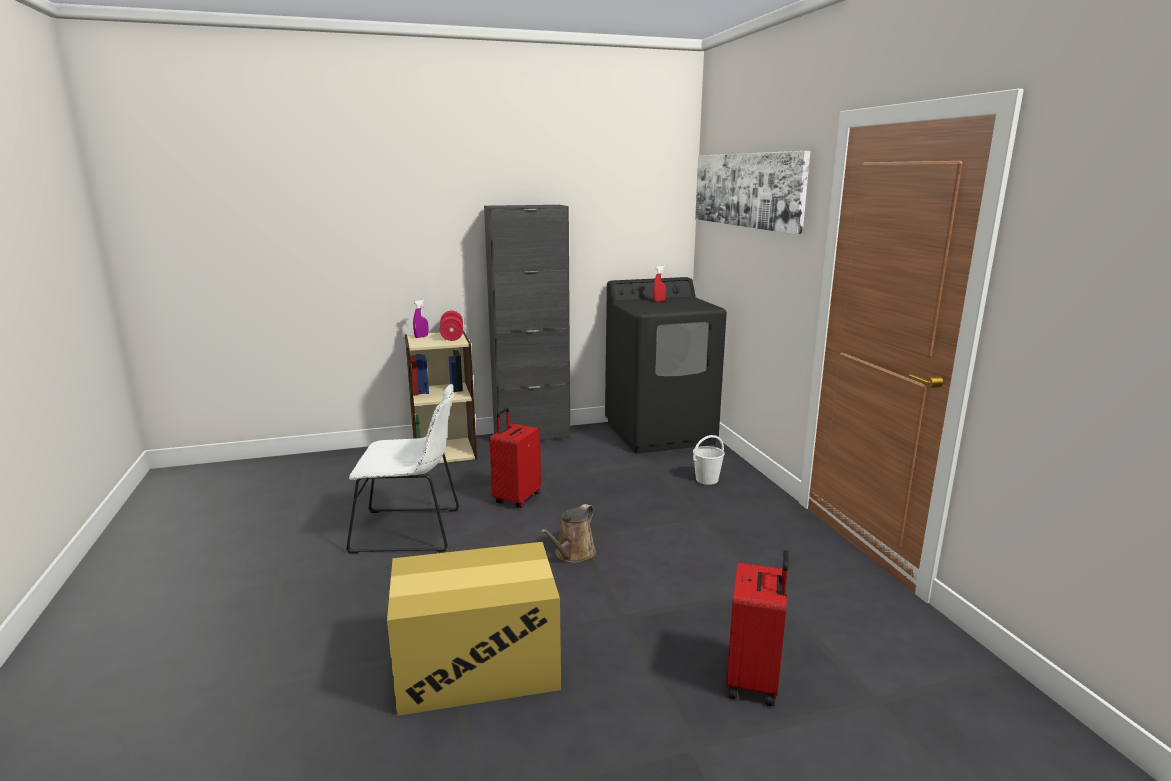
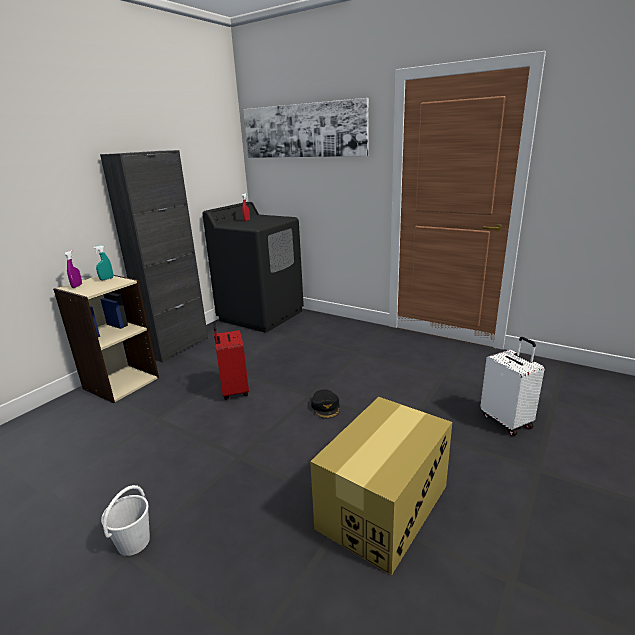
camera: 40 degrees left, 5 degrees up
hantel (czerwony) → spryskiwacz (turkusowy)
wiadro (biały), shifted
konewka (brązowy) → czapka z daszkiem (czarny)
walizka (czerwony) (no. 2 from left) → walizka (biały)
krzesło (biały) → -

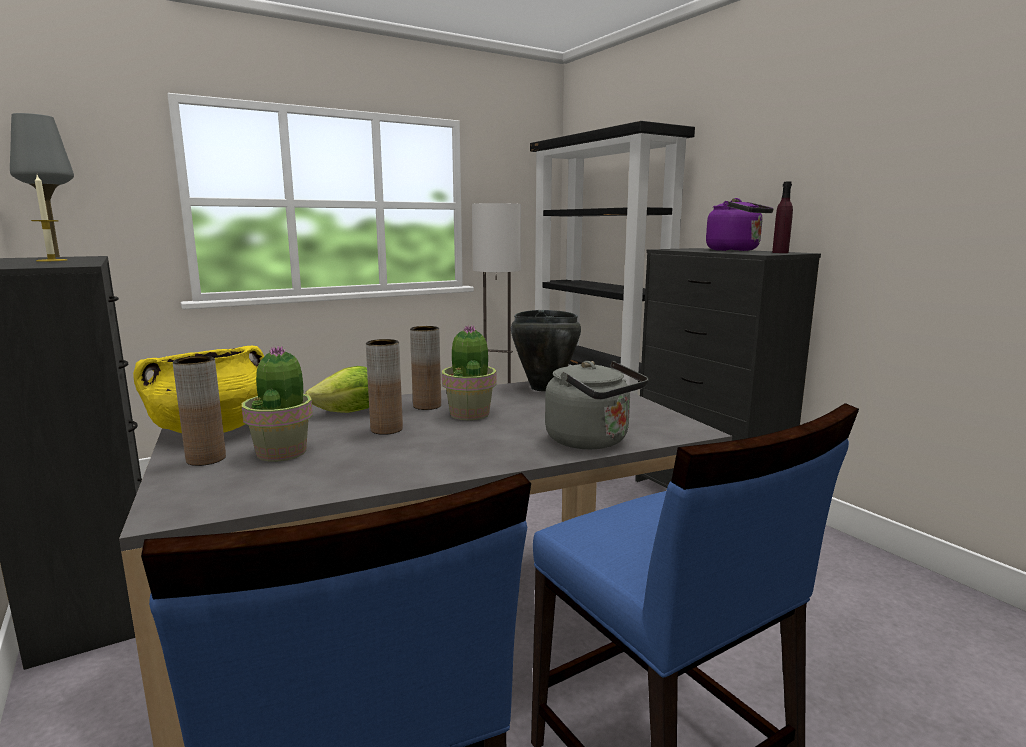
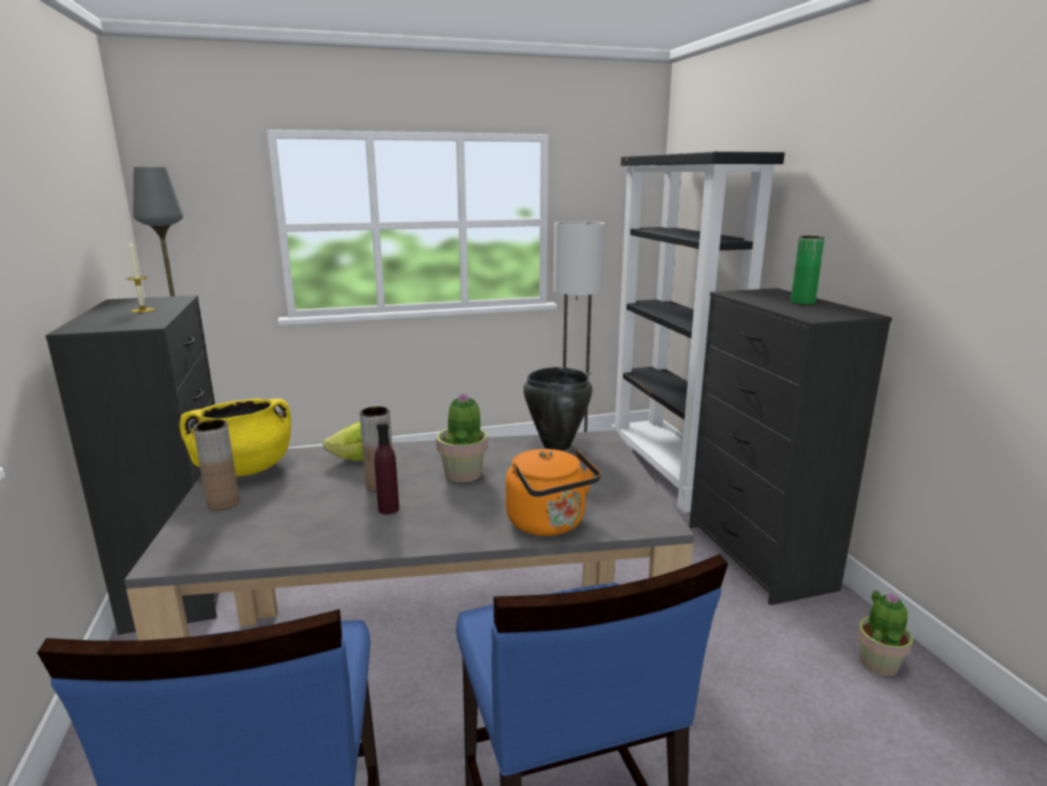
camera: 15 degrees right, 5 degrees up
butelka (fioletowy), shifted
czajnik (szary) → czajnik (pomarańczowy)
czajnik (fioletowy) → wazon (zielony)
roślina doniczkowa (no. 1 from left in the first image) → roślina doniczkowa (no. 2 from left), shifted
wazon (brązowy) (no. 3 from left) → -

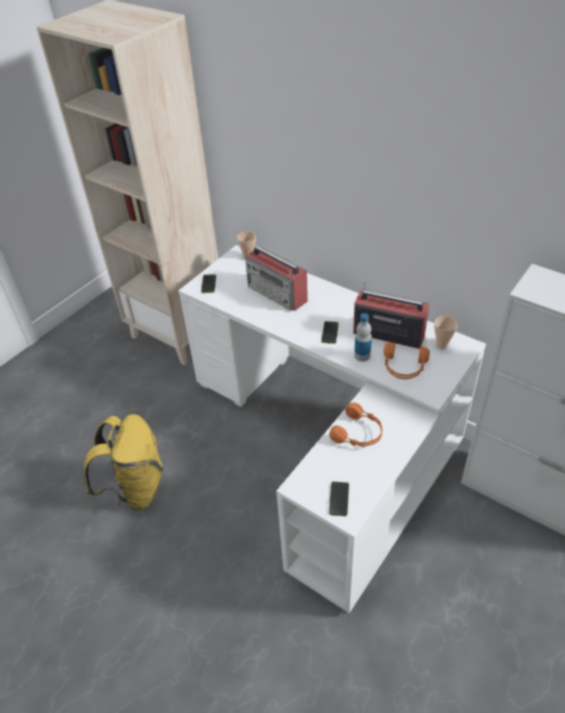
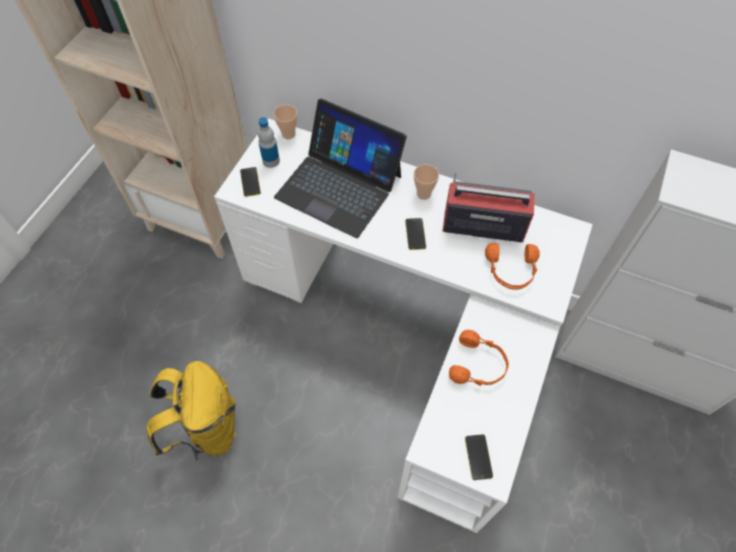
camera: 15 degrees left, 15 degrees up
butelka, shifted
radio (no. 1 from left) → laptop
filiżanka (no. 2 from left), shifted

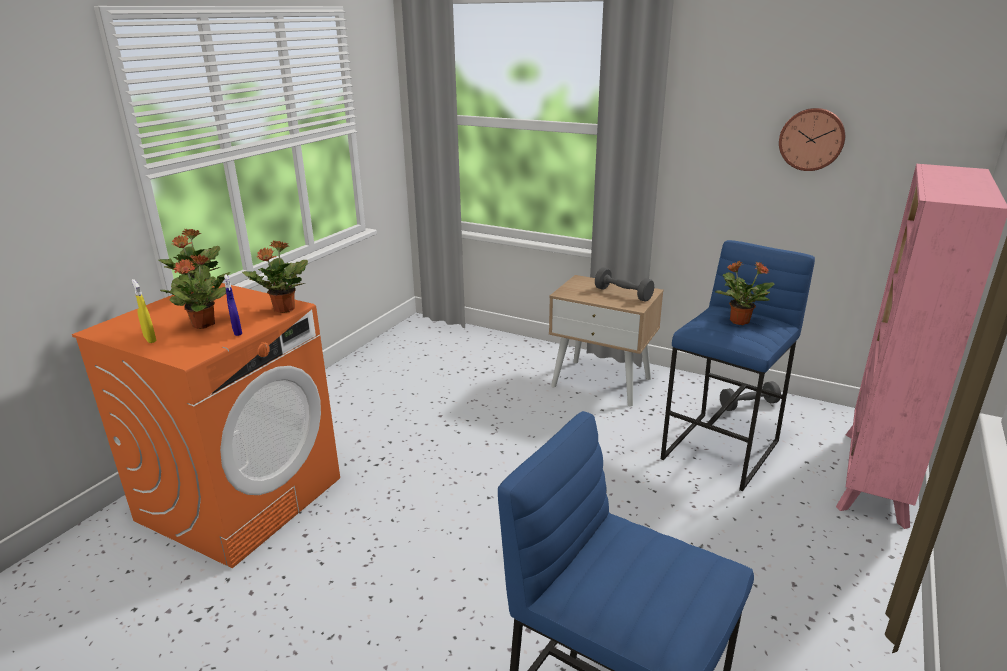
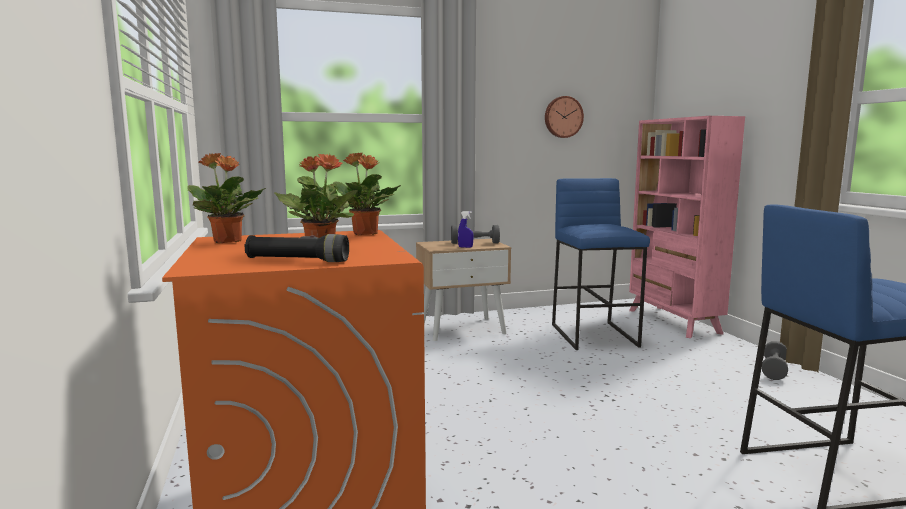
camera: 45 degrees left, 15 degrees down
spryskiwacz (żółty) → latarka (czarny)
spryskiwacz (niebieski), shifted
hantel (szary) (no. 2 from left), shifted
roślina doniczkowa (no. 4 from left) → -

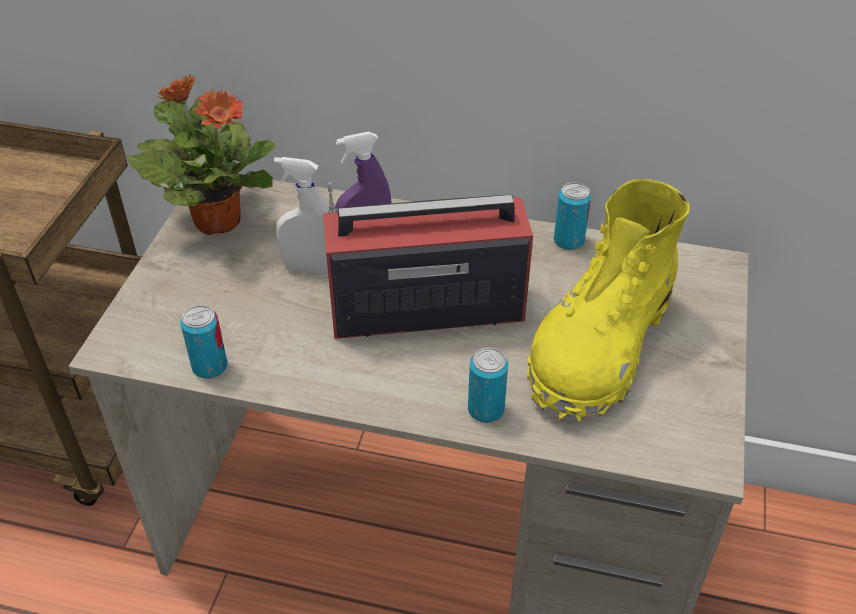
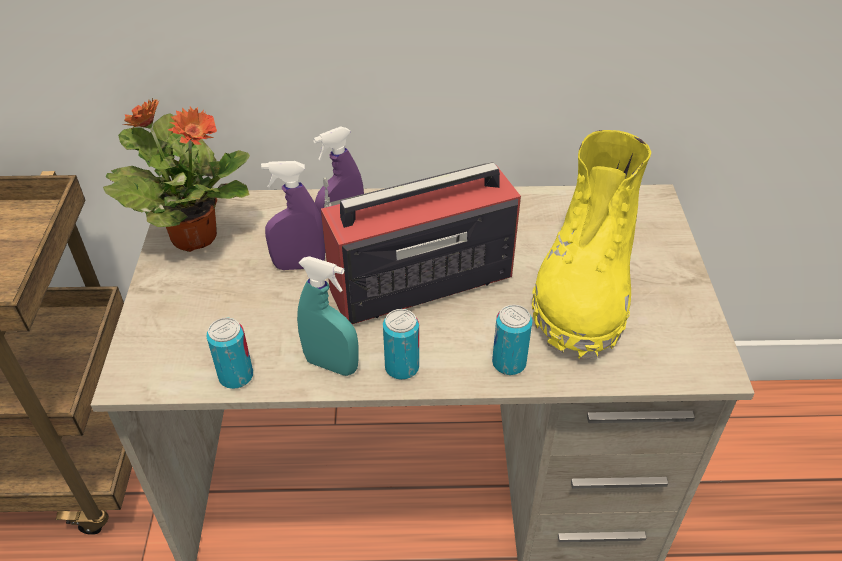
camera: 15 degrees left, 0 degrees up
spryskiwacz (biały) → spryskiwacz (fioletowy) (no. 1 from left)
- → spryskiwacz (turkusowy)
puszka (no. 3 from left in the first image) → puszka (no. 2 from left), shifted

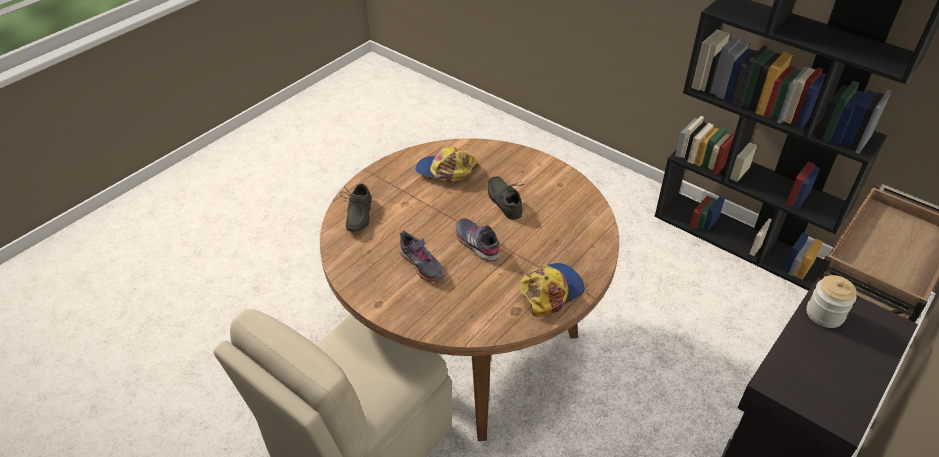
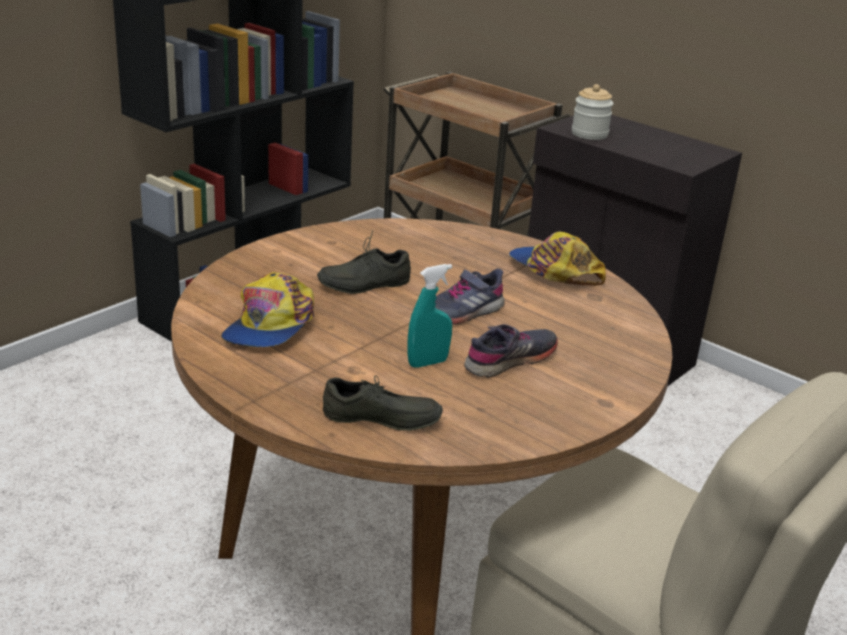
camera: 90 degrees left, 15 degrees down
- → spryskiwacz (turkusowy)

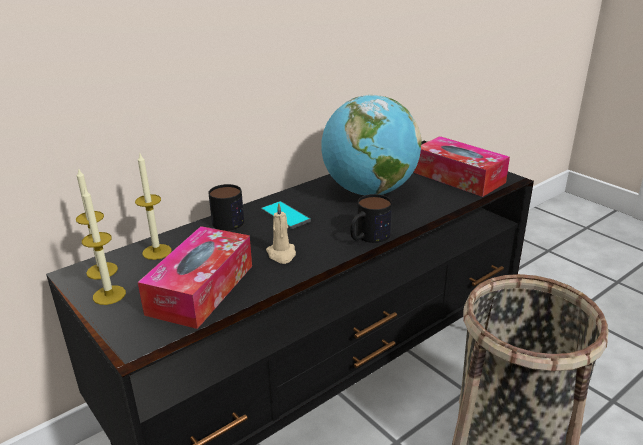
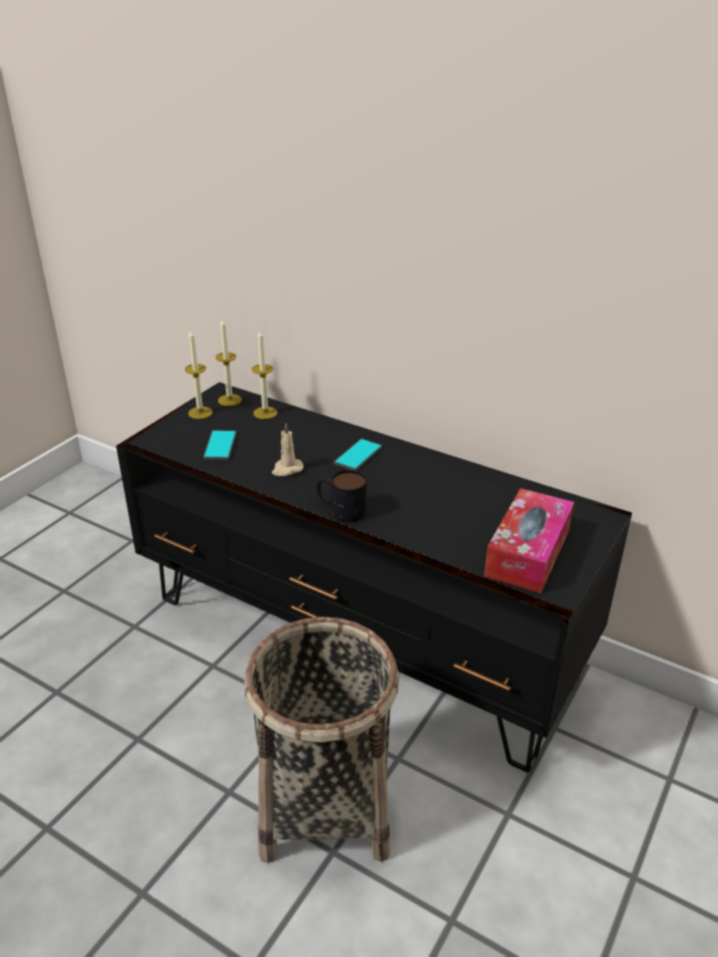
camera: 70 degrees right, 5 degrees up
pudełko chusteczek (no. 1 from left) → telefon (no. 1 from left)
kubek (no. 1 from left) → -
globus → -

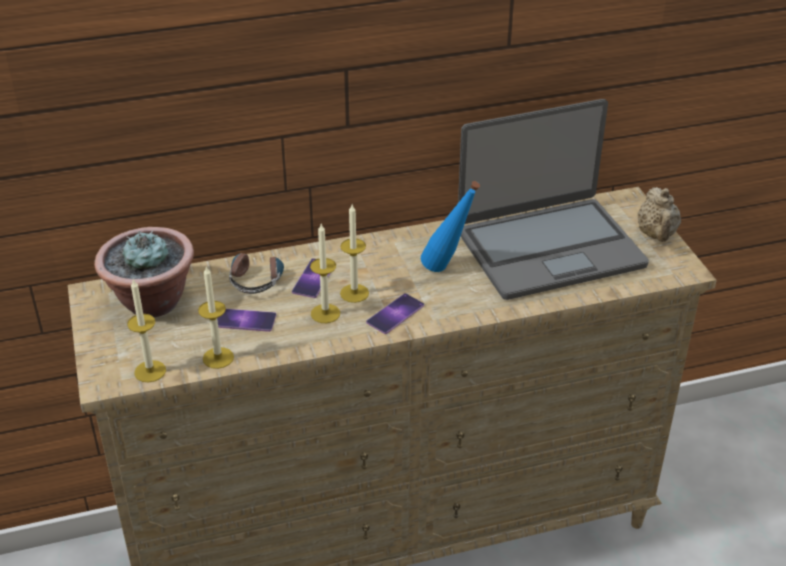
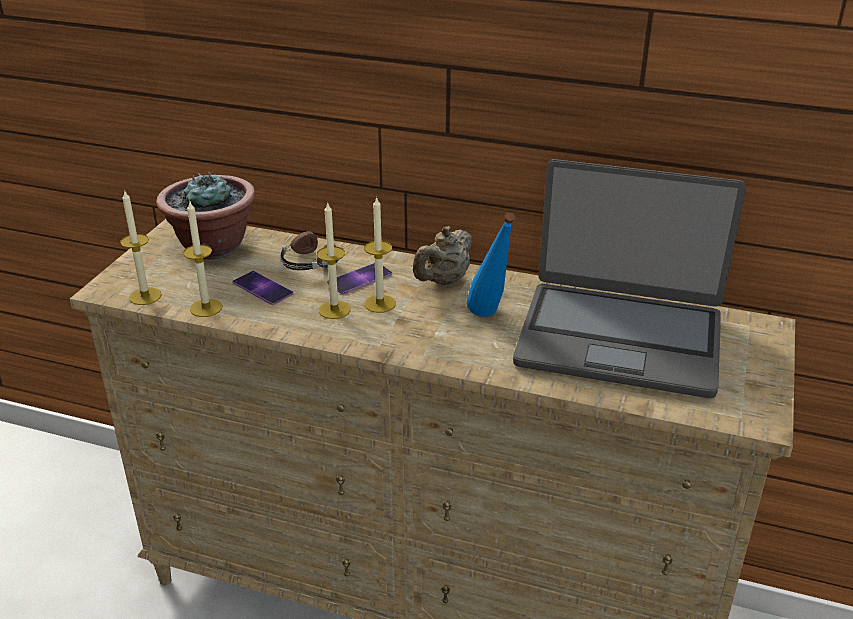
camera: 35 degrees right, 5 degrees down
imbryk (beżowy), shifted
telefon (no. 3 from left) → -

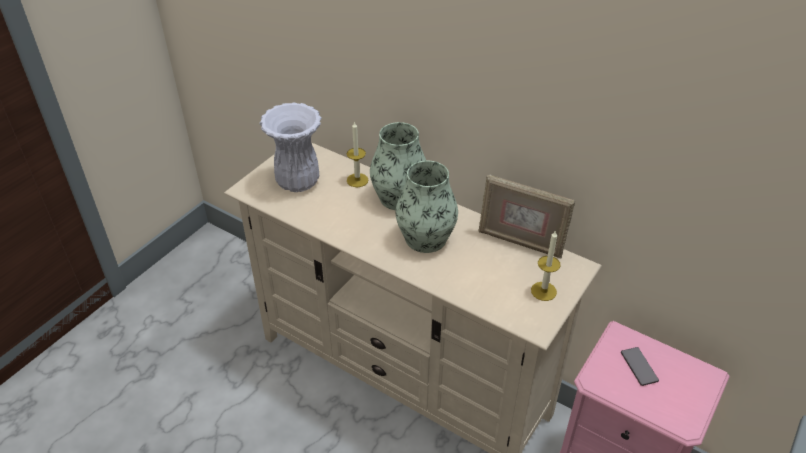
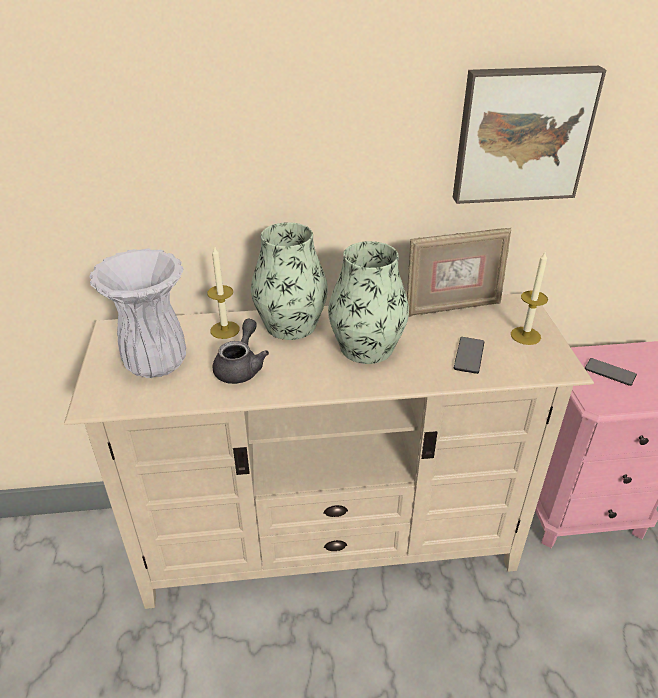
camera: 40 degrees left, 5 degrees down
- → imbryk (szary)
- → obraz
- → telefon (no. 1 from left)

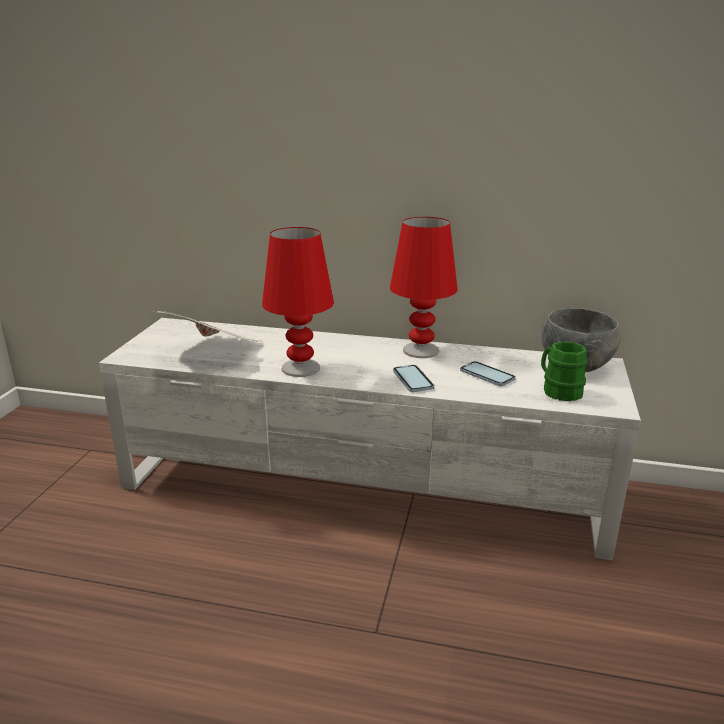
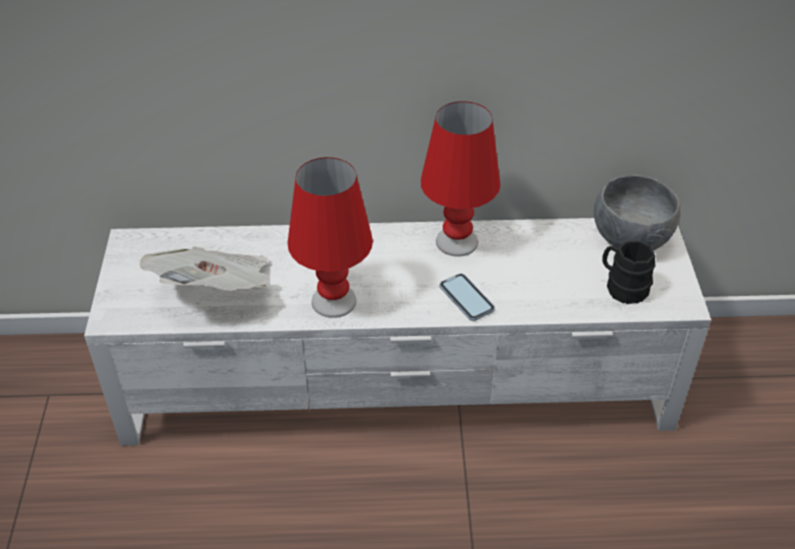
camera: 15 degrees left, 20 degrees up
kubek (zielony) → kubek (czarny)
telefon (no. 2 from left) → -

